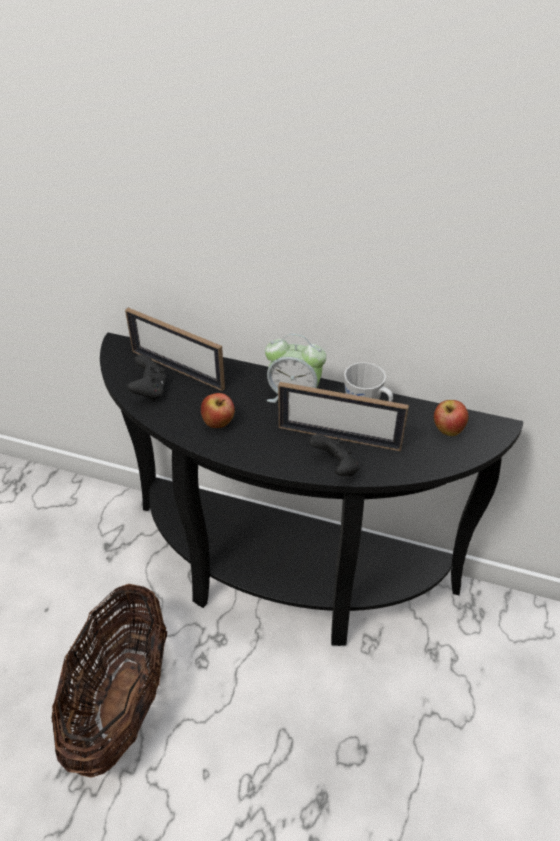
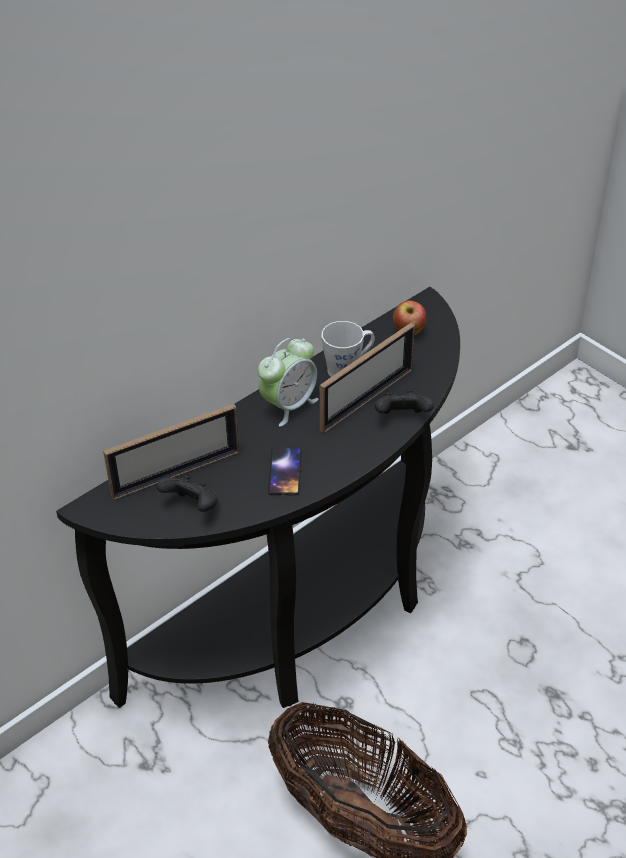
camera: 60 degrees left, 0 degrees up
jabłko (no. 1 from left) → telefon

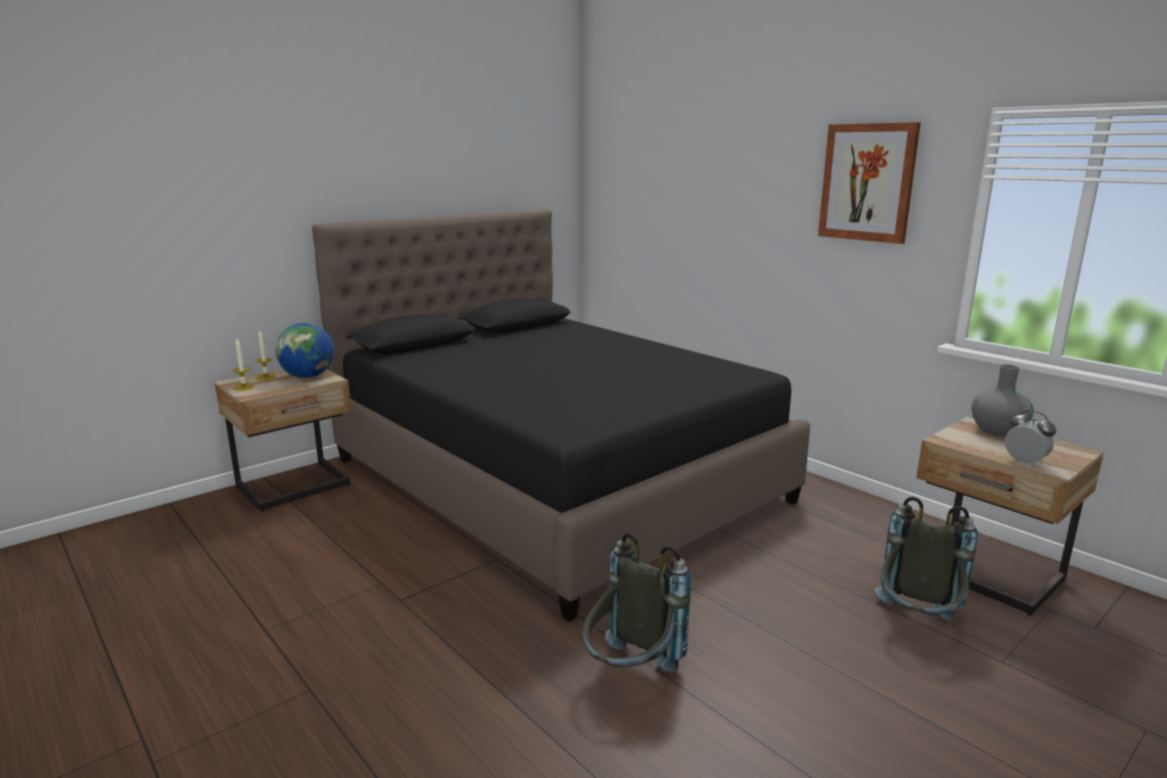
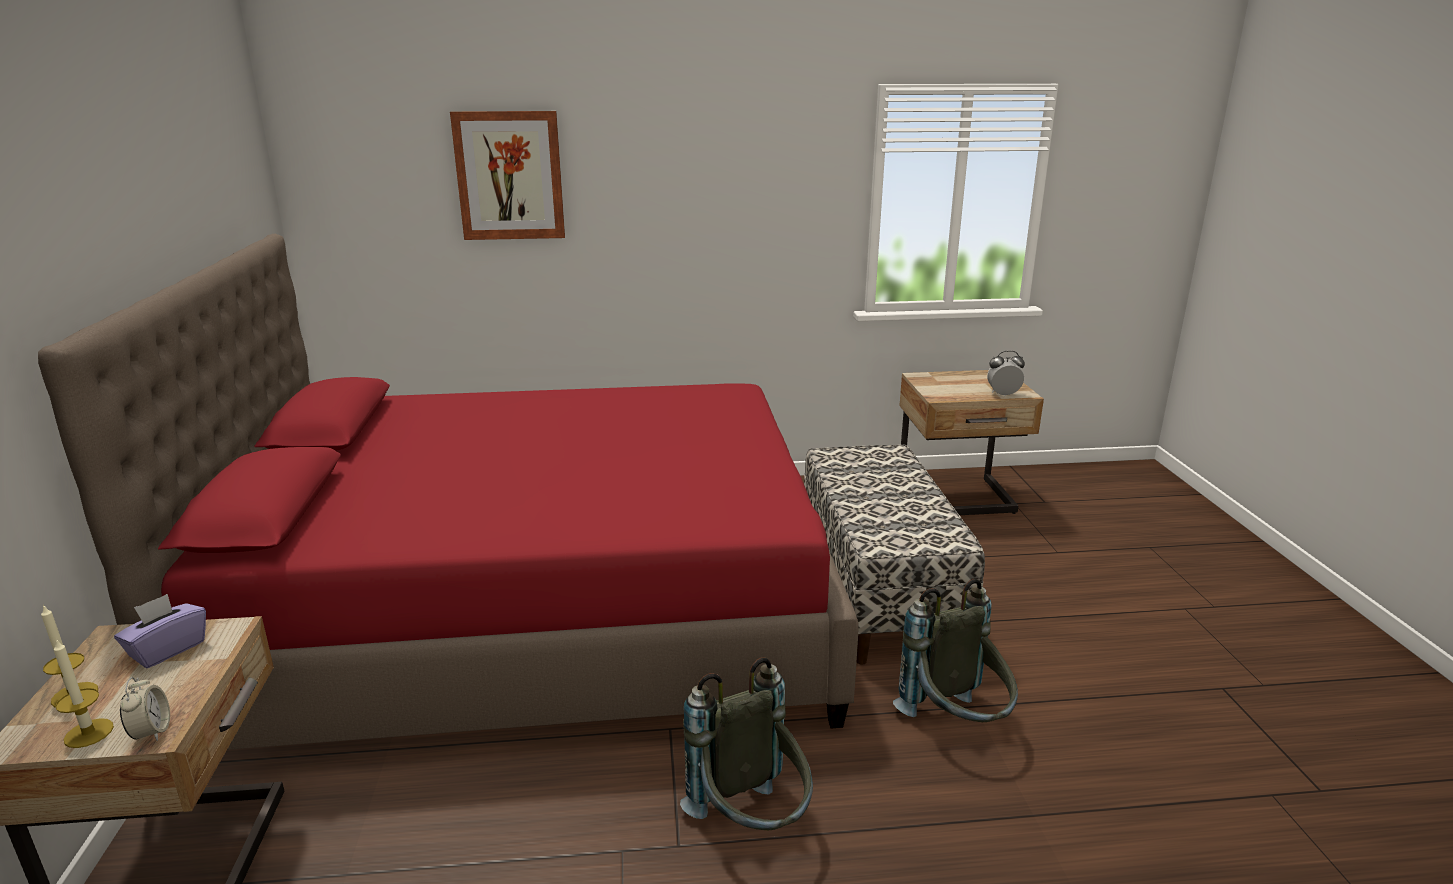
camera: 55 degrees left, 5 degrees up
łóżko (czarny) → łóżko (czerwony)
globus → pudełko chusteczek (fioletowy)
- → budzik (no. 1 from left)
obraz, shifted
plecak (szary) (no. 2 from left in the first image) → plecak (szary) (no. 1 from left), shifted
- → ławka
wazon (szary) → -

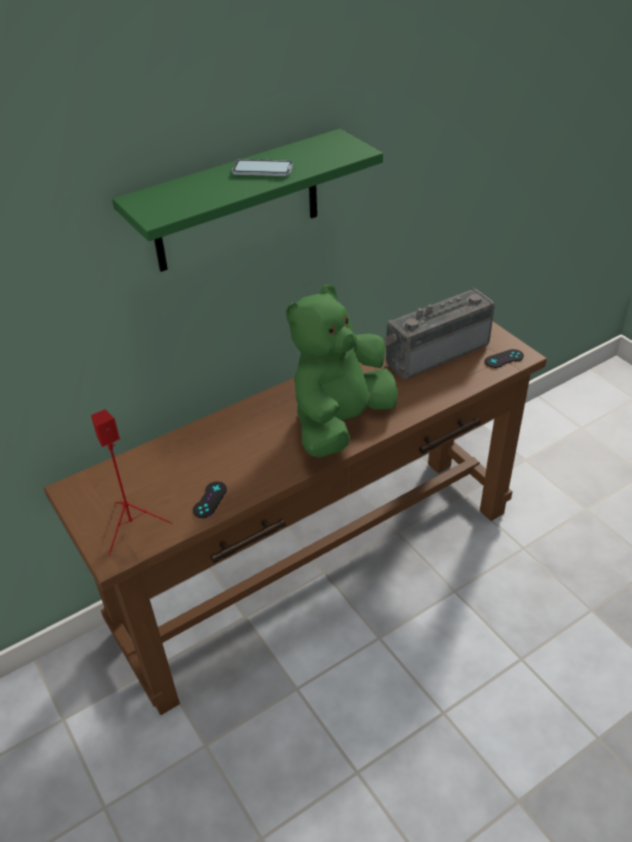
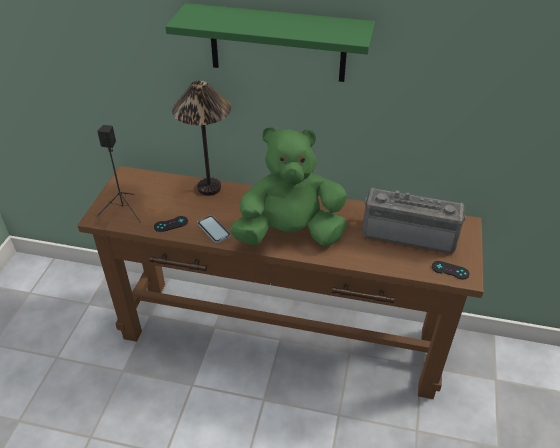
camera: 45 degrees right, 0 degrees up
głośnik (czerwony) → głośnik (czarny)
- → lampa stołowa
telefon, shifted

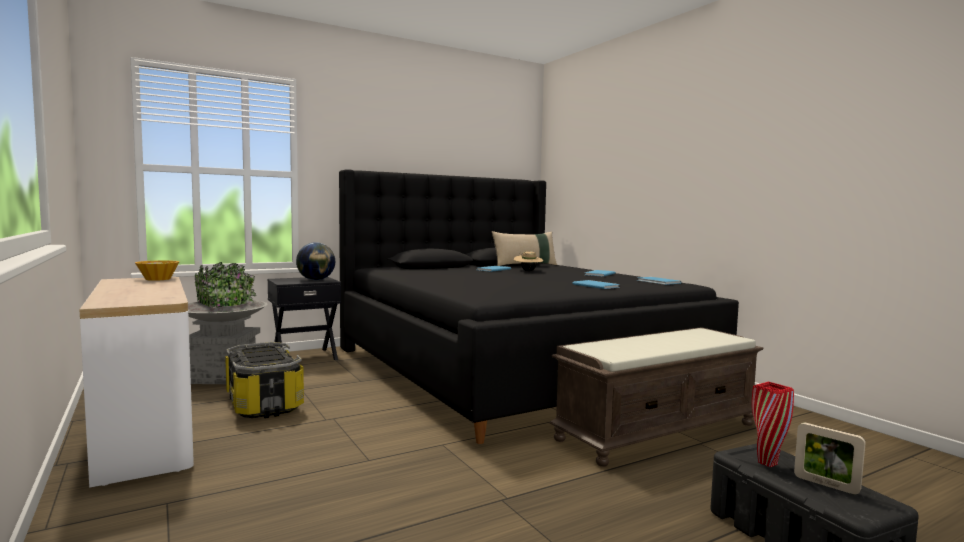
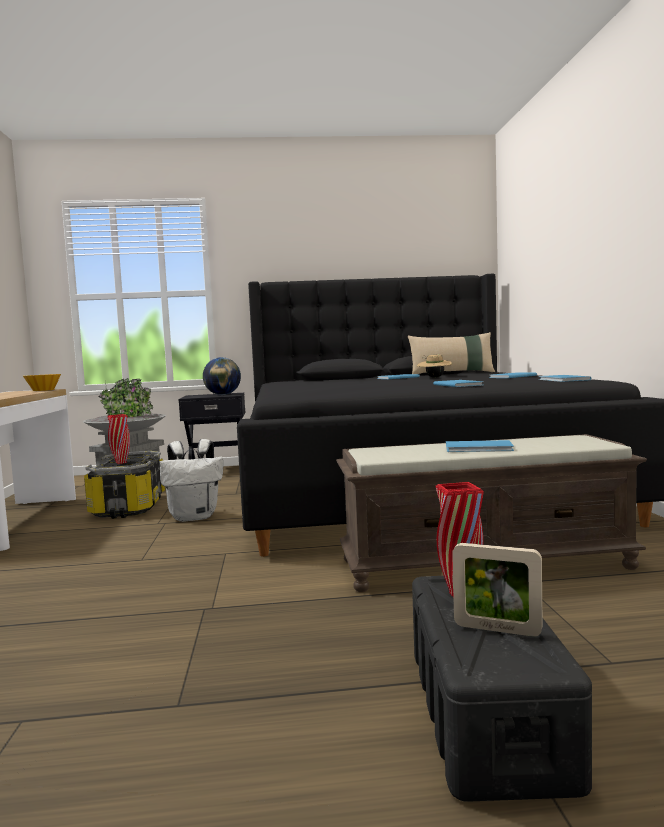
camera: 25 degrees right, 0 degrees up
- → wazon (czerwony) (no. 1 from left)
- → plecak (biały)
- → książka (niebieski) (no. 3 from left)
ramka na zdjęcie, 45 degrees counterclockwise

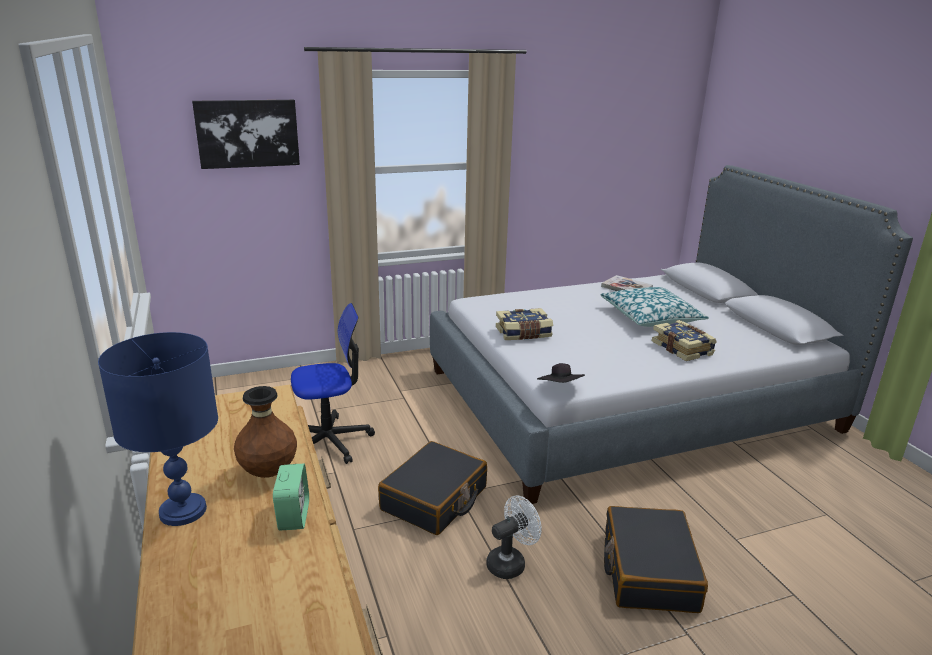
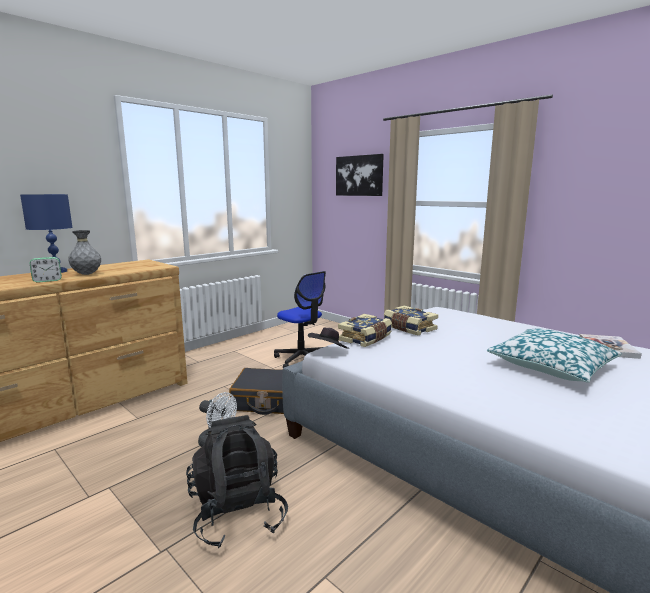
camera: 65 degrees right, 10 degrees down
wazon (brązowy) → wazon (szary)
walizka (czarny) (no. 2 from left) → plecak (czarny)
książka (no. 3 from left in the first image) → książka (no. 1 from left), shifted

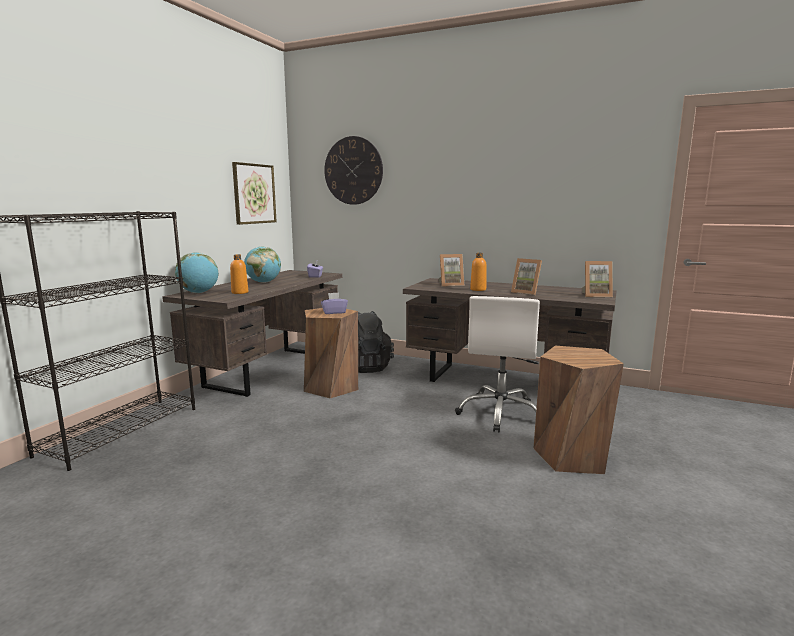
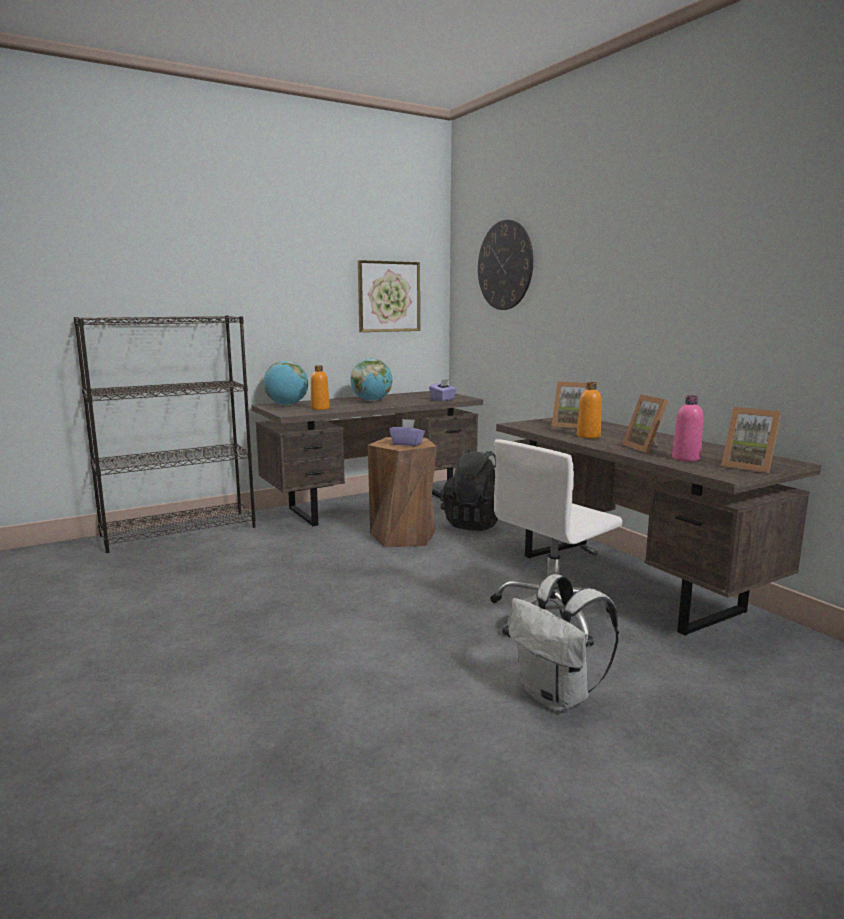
camera: 35 degrees right, 0 degrees up
stołek (brązowy) (no. 2 from left) → plecak (biały)
- → butelka (różowy)

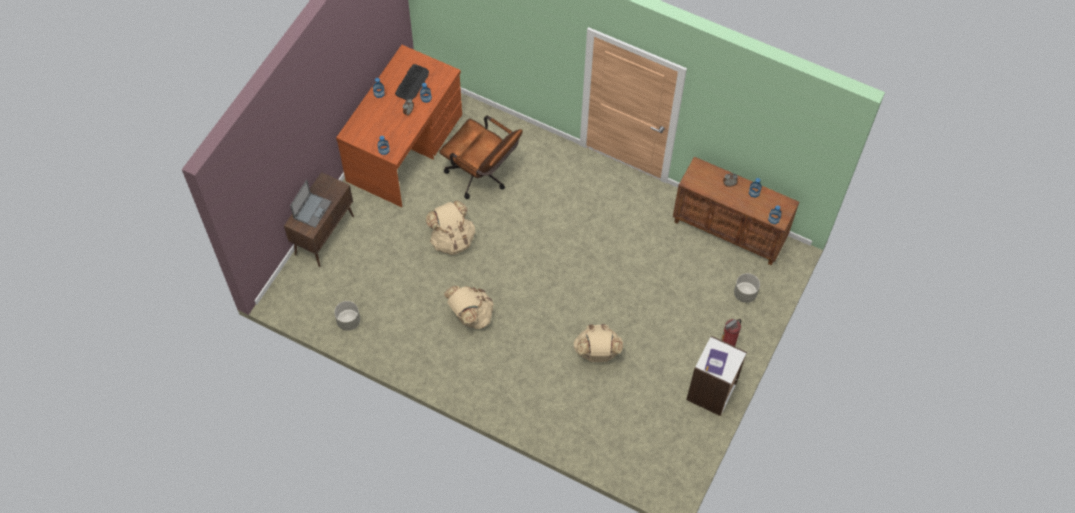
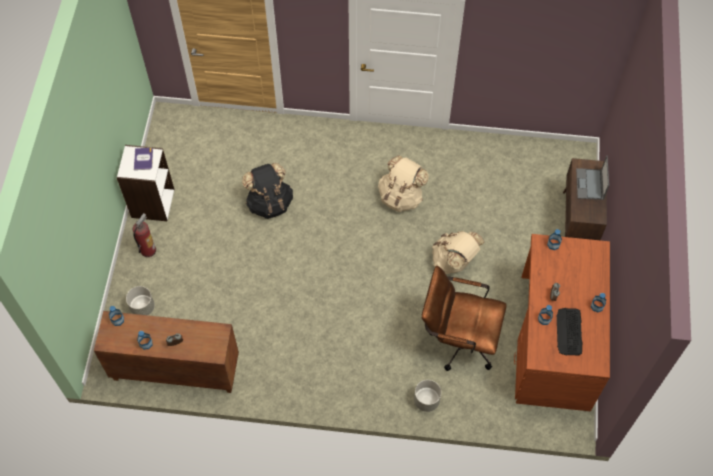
camera: 160 degrees right, 0 degrees up
plecak (beżowy) (no. 3 from left) → plecak (czarny)
donica (szary) (no. 1 from left in the first image) → donica (szary) (no. 2 from left), shifted

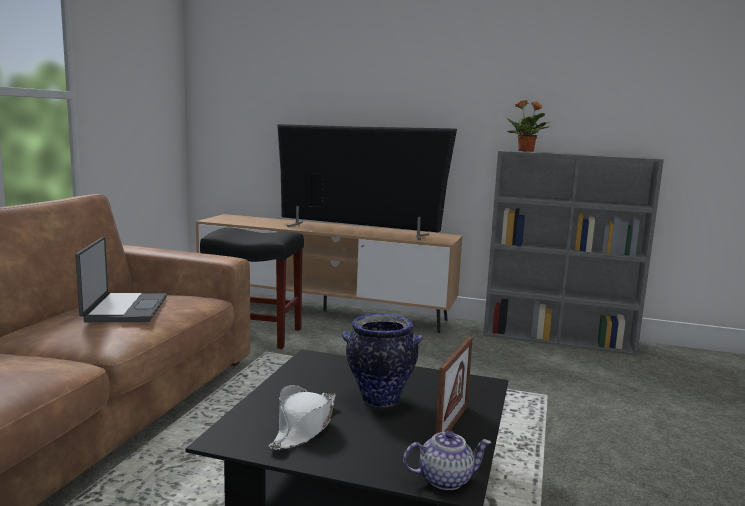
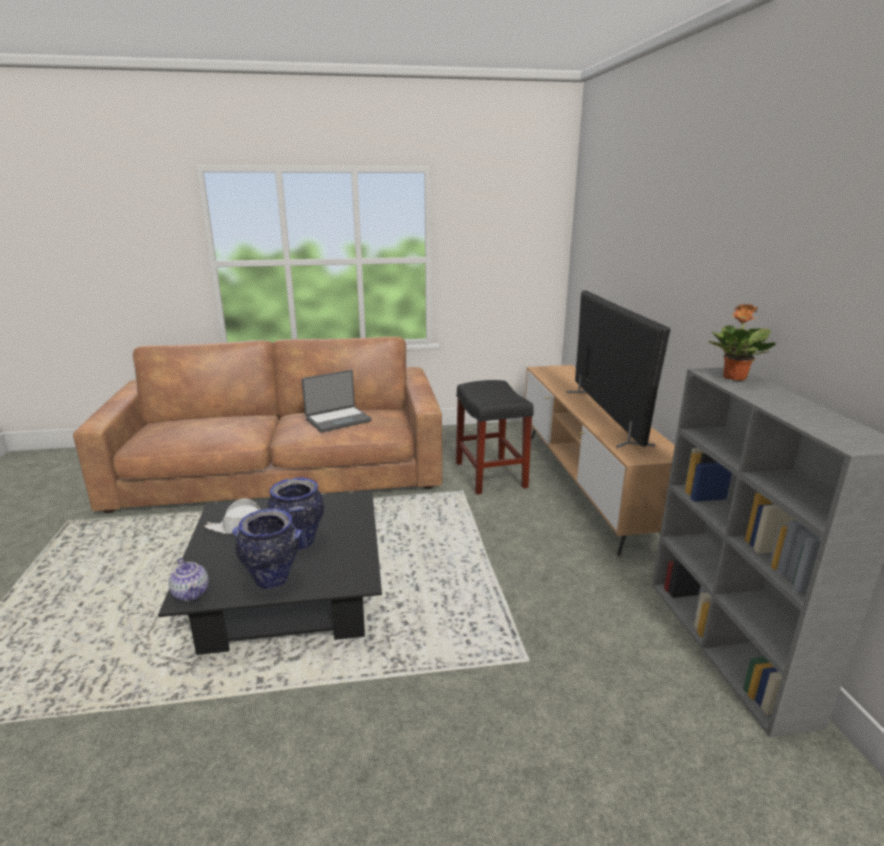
camera: 65 degrees right, 10 degrees up
ramka na zdjęcie → wazon (no. 1 from left)

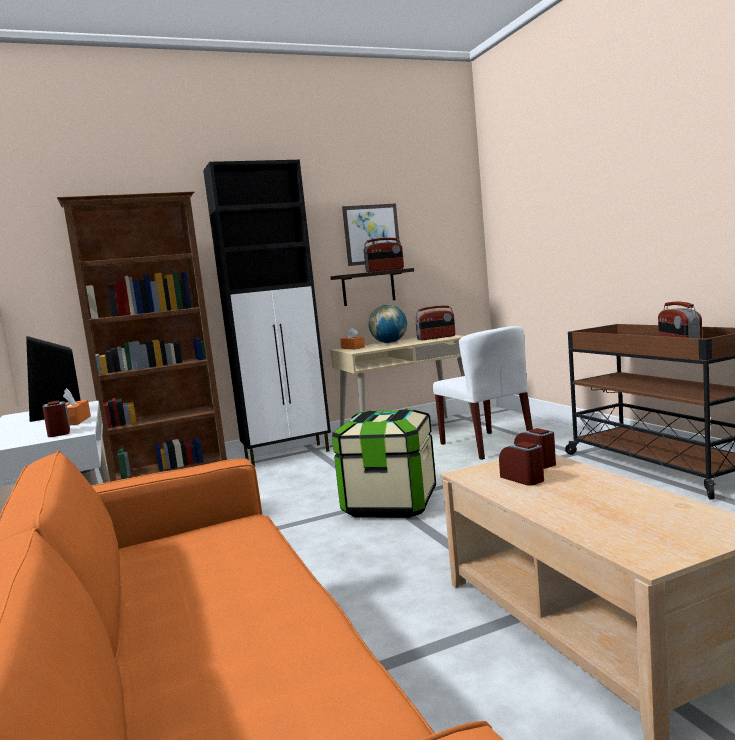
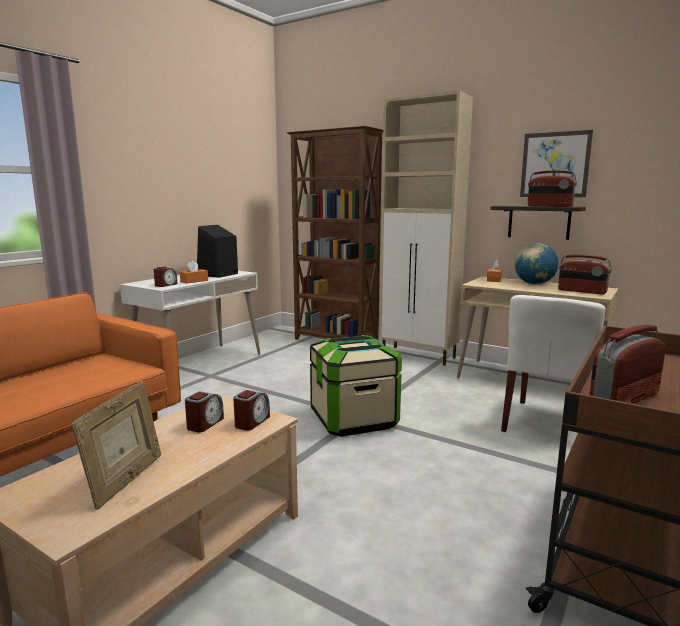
camera: 55 degrees right, 5 degrees up
- → ramka na zdjęcie
szafka (czarny) → szafka (beżowy)

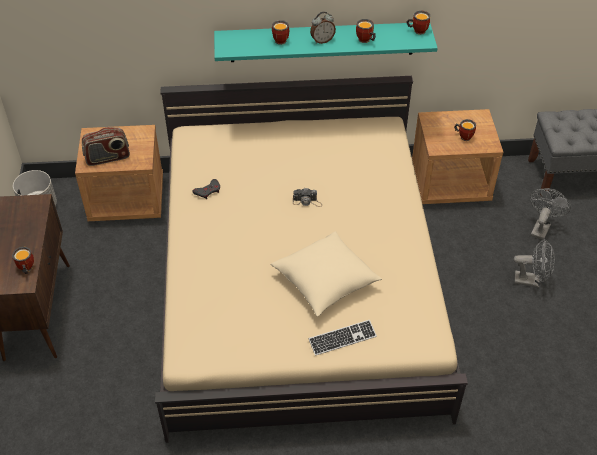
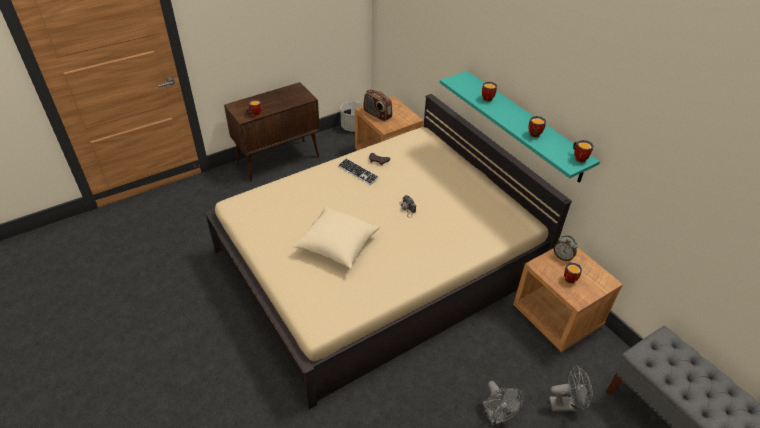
camera: 60 degrees right, 5 degrees down
klawiatura, shifted
budzik, shifted

